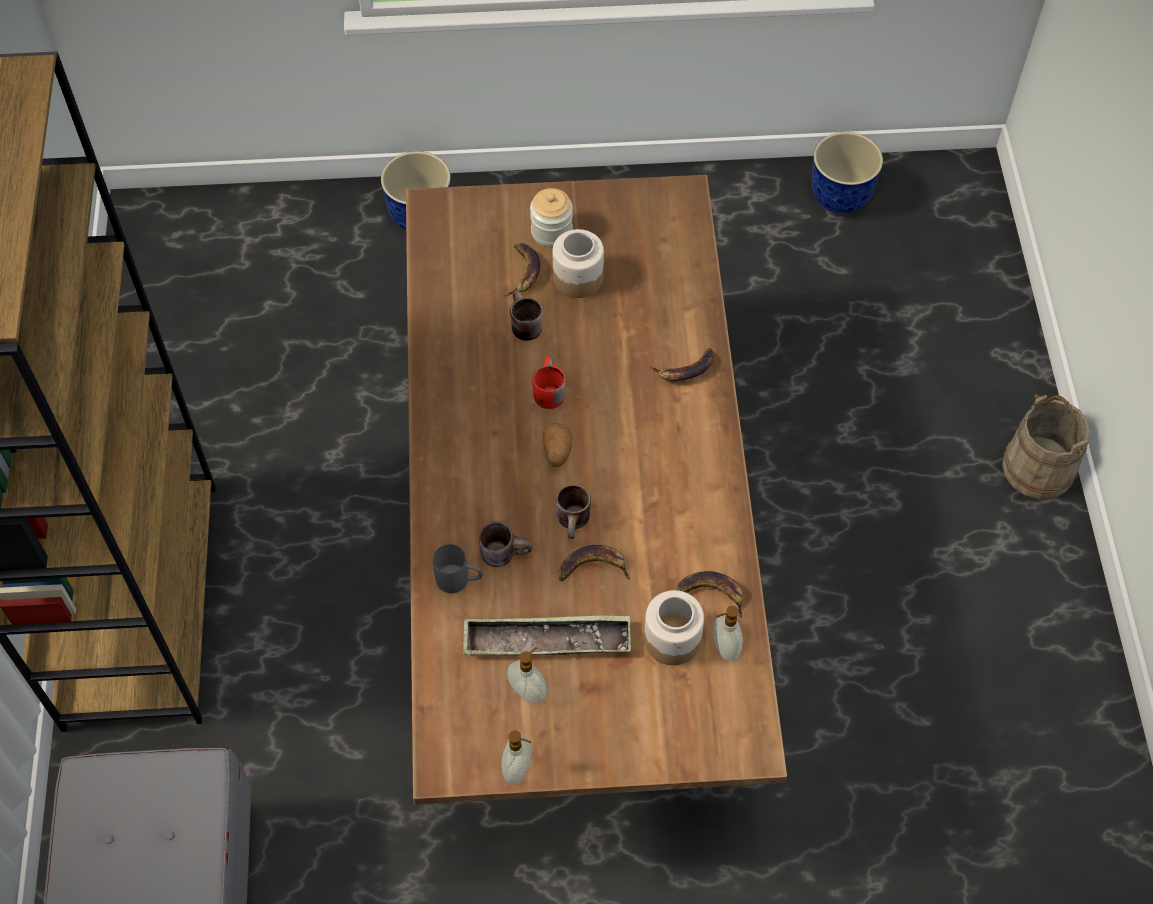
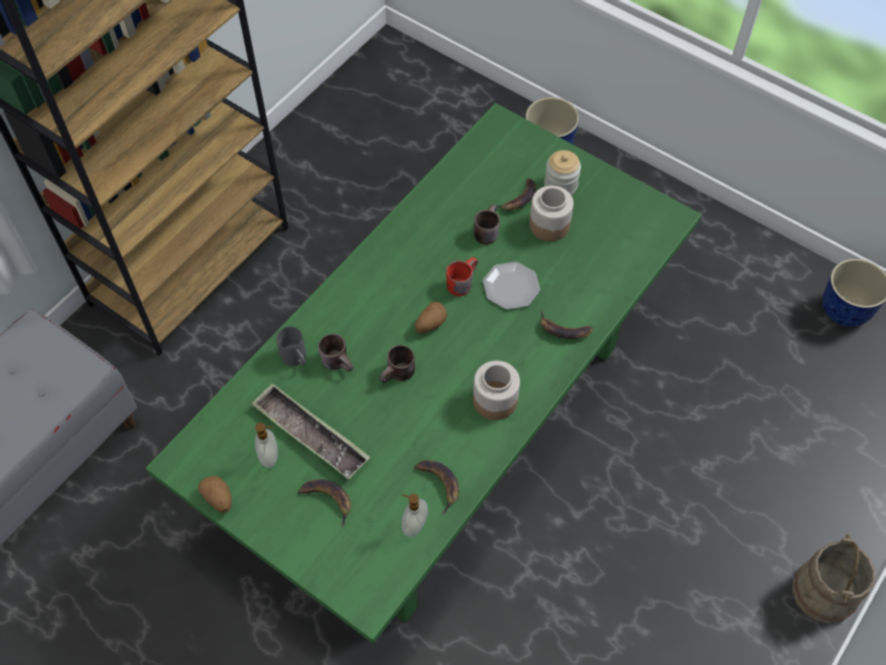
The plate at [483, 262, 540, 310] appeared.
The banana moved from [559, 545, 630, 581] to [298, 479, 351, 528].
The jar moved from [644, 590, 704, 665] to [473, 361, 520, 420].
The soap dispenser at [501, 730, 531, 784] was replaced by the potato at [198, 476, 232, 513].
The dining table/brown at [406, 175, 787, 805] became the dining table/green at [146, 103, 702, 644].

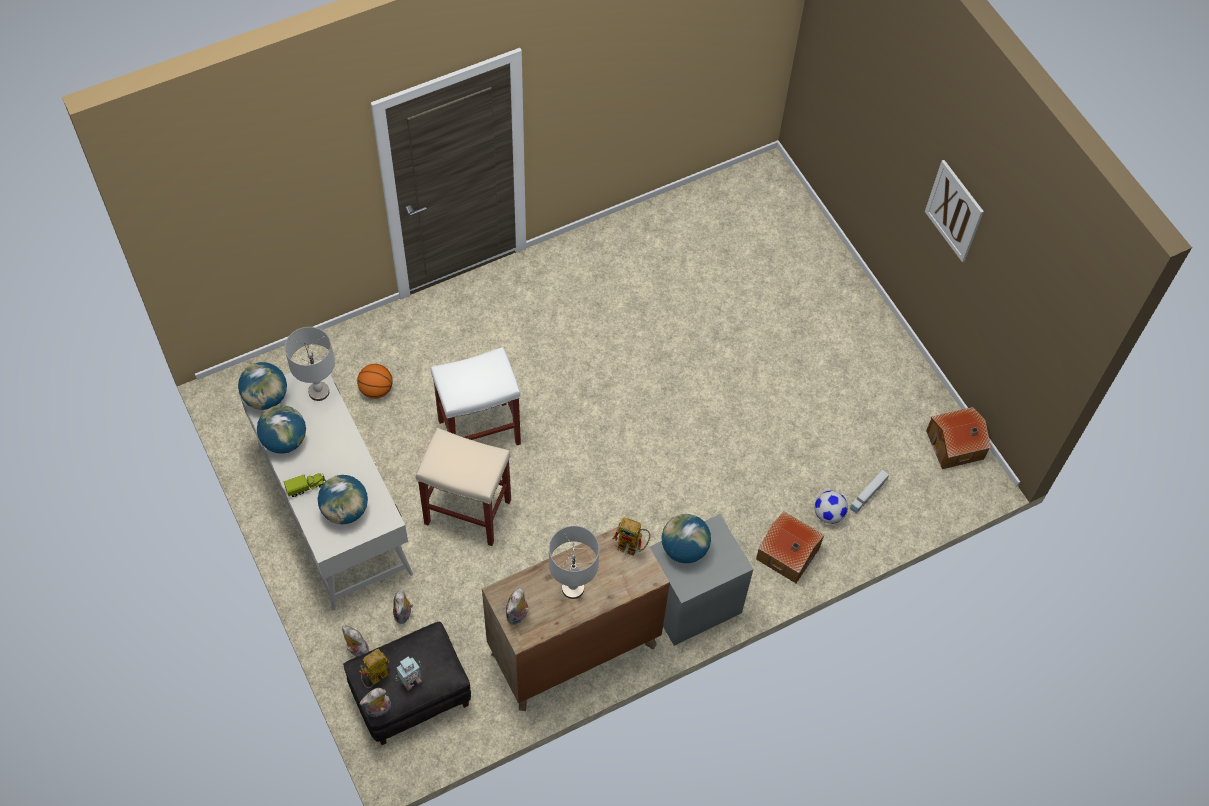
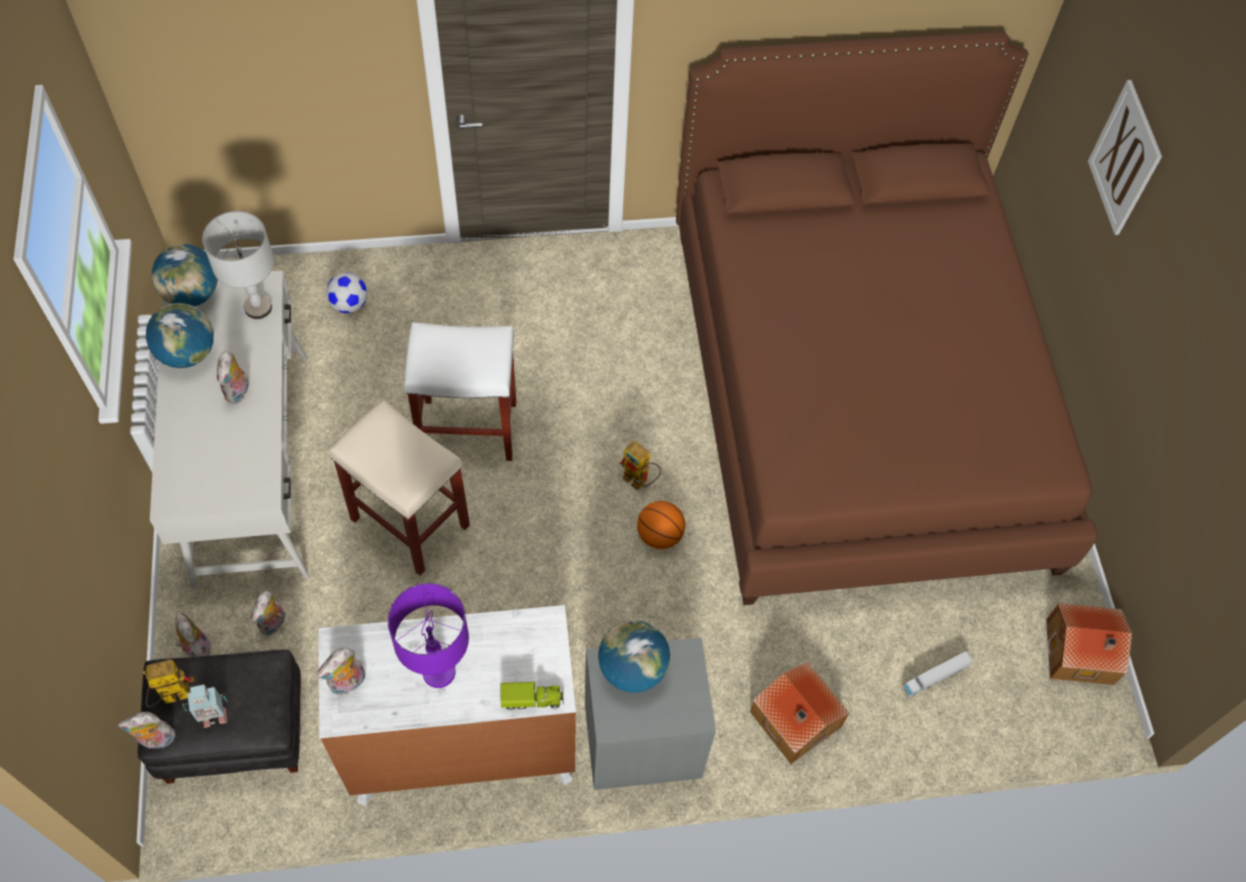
The globe at [318, 475, 368, 524] disappeared.
The plush toy at [217, 350, 249, 404] appeared.
The bed/brown at [676, 31, 1097, 605] appeared.
The toy truck moved from [284, 473, 326, 497] to [501, 682, 564, 710].
The basketball moved from [357, 364, 393, 399] to [637, 501, 685, 549].
The toy robot moved from [612, 517, 651, 556] to [619, 441, 661, 490].
The football moved from [814, 491, 848, 524] to [326, 273, 367, 313].
The picture moved from [925, 160, 984, 262] to [1088, 80, 1162, 235].
The dresser/brown at [482, 527, 670, 711] became the dresser/white at [318, 605, 576, 807].
The table lamp/grey at [549, 526, 599, 599] became the table lamp/purple at [388, 583, 469, 688].

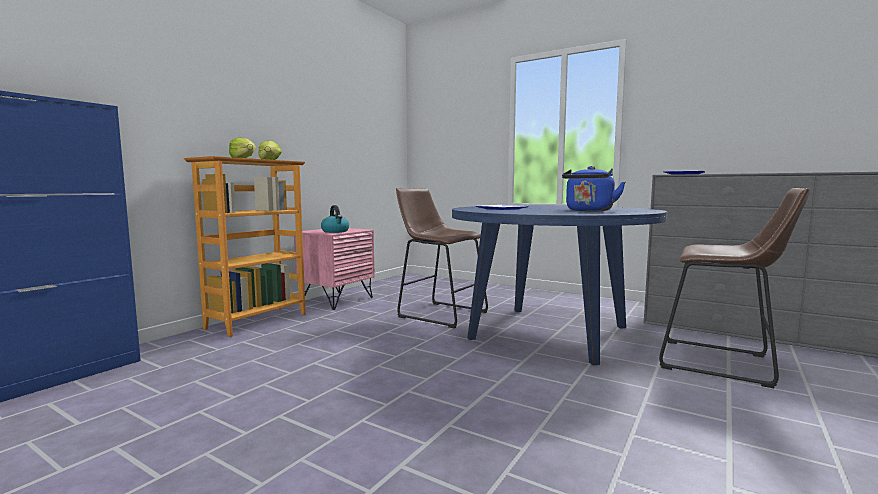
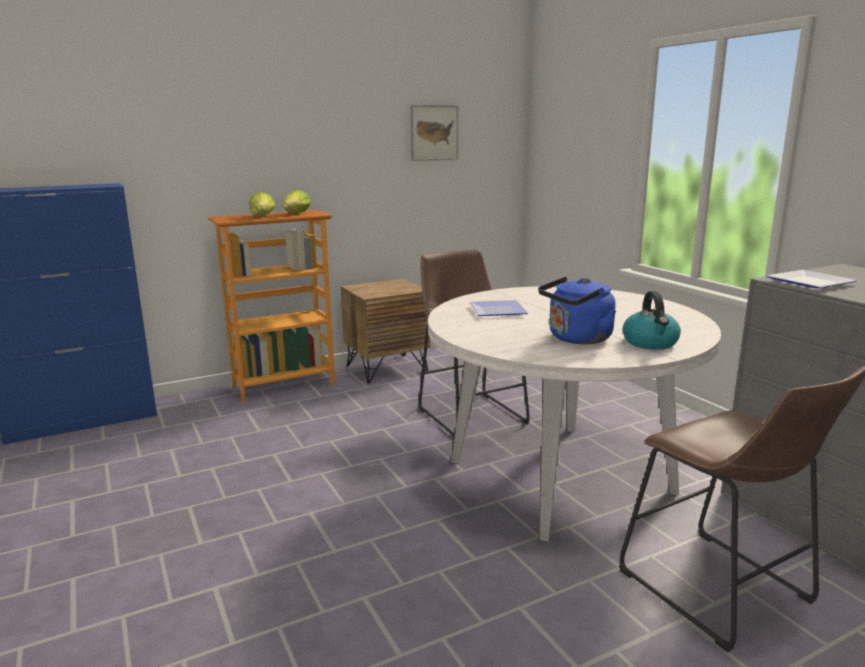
The picture at [410, 105, 458, 161] appeared.
The kettle moved from [321, 205, 349, 233] to [623, 291, 681, 350].
The nightstand/pink at [294, 228, 375, 310] became the nightstand/brown at [341, 279, 431, 383].
The dining table/blue at [452, 205, 667, 365] became the dining table/white at [428, 286, 721, 542].

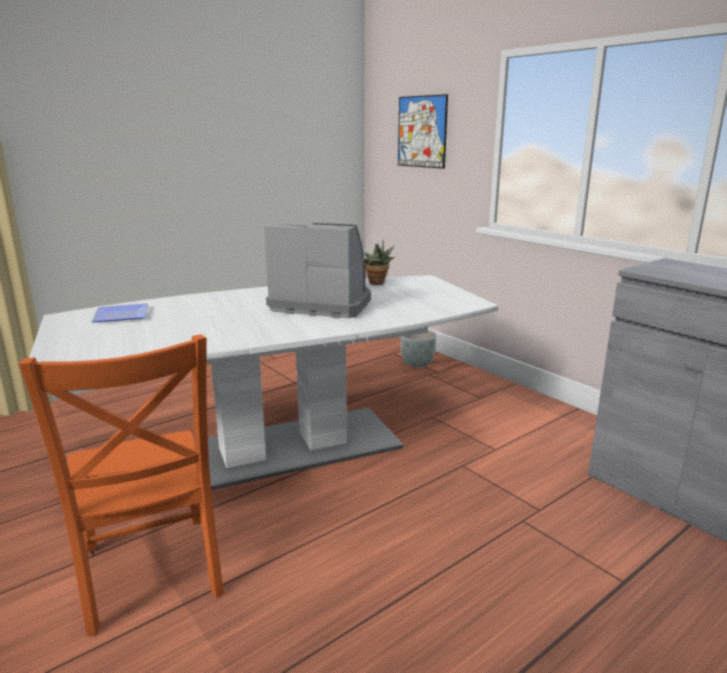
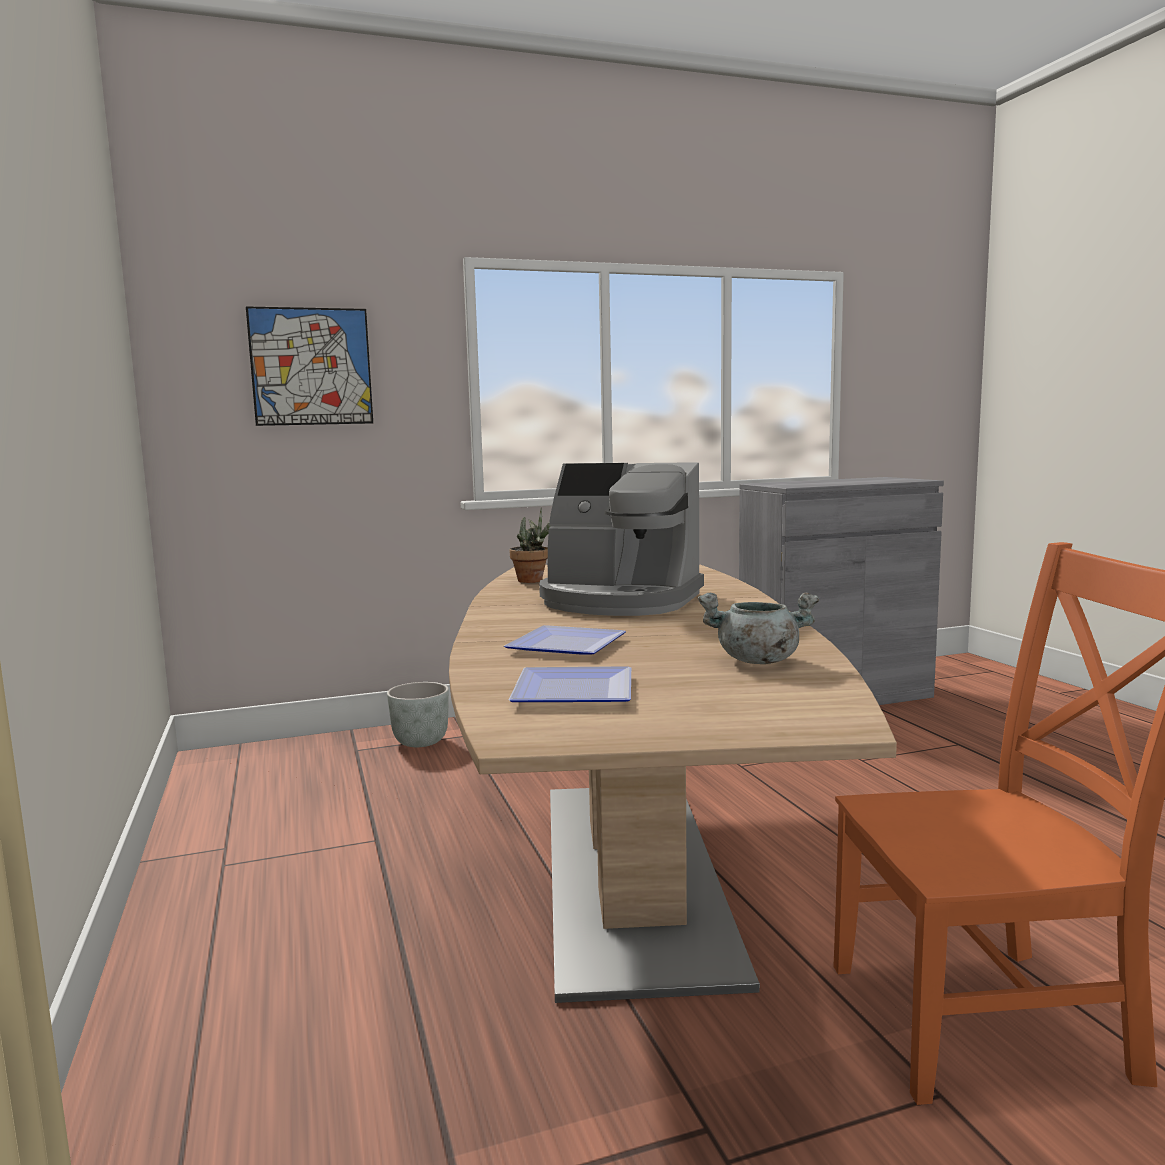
The plate at [504, 625, 626, 655] appeared.
The cooking pot/grey at [698, 593, 819, 664] appeared.
The dining table/white at [29, 275, 498, 490] became the dining table/brown at [449, 564, 897, 1003].
The coffee machine at [264, 223, 371, 318] turned 105 degrees counterclockwise.

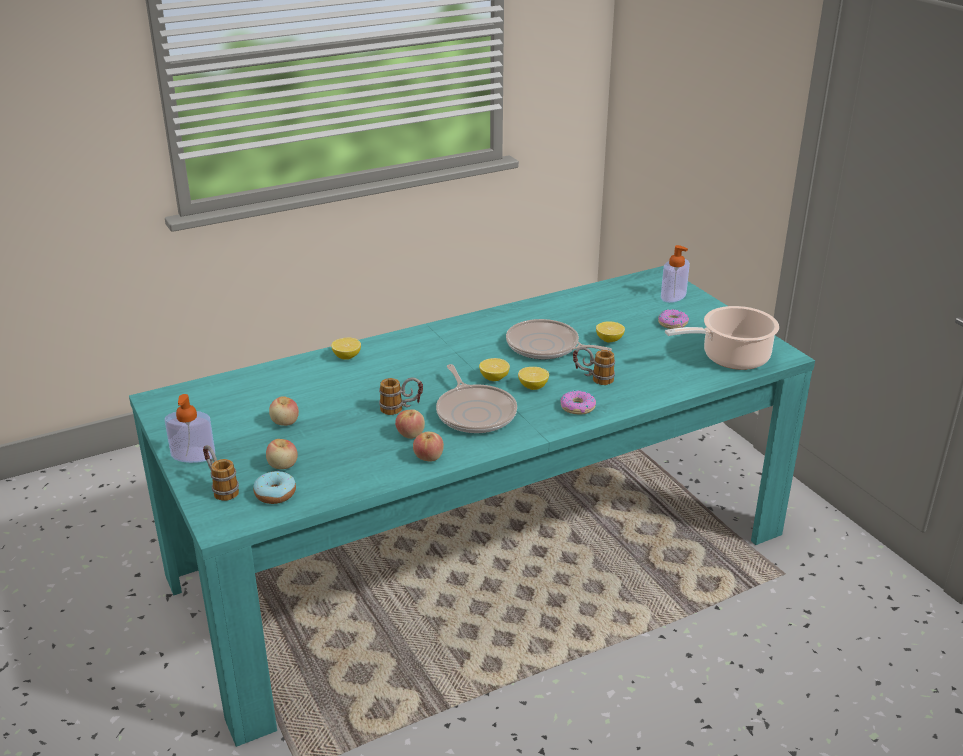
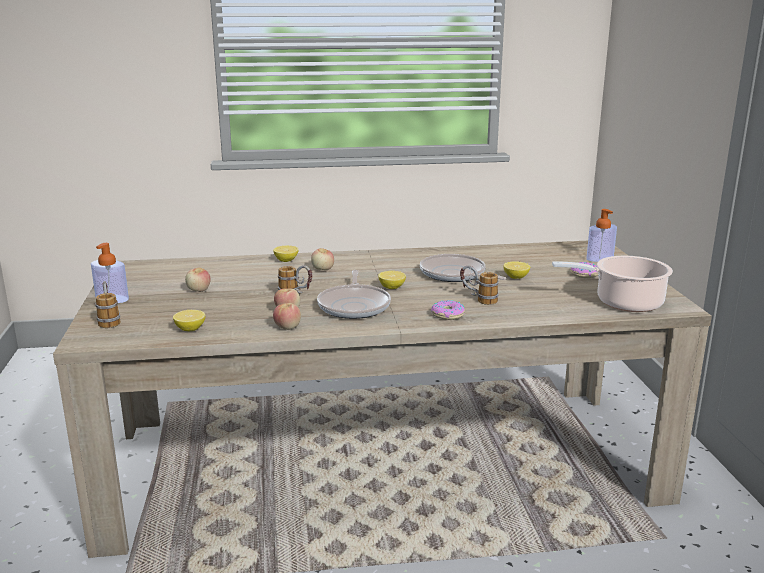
The donut at [253, 471, 296, 504] disappeared.
The apple moved from [266, 439, 298, 469] to [311, 248, 334, 270].
The lemon moved from [518, 367, 549, 390] to [173, 310, 205, 331].
The dining table/turquoise at [129, 266, 815, 747] became the dining table/beige at [53, 241, 712, 558].

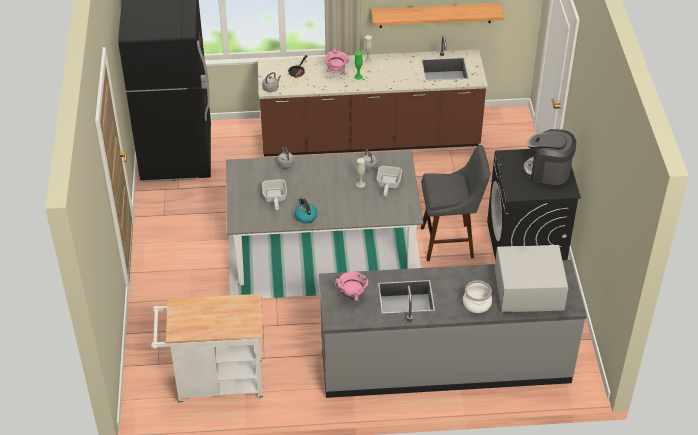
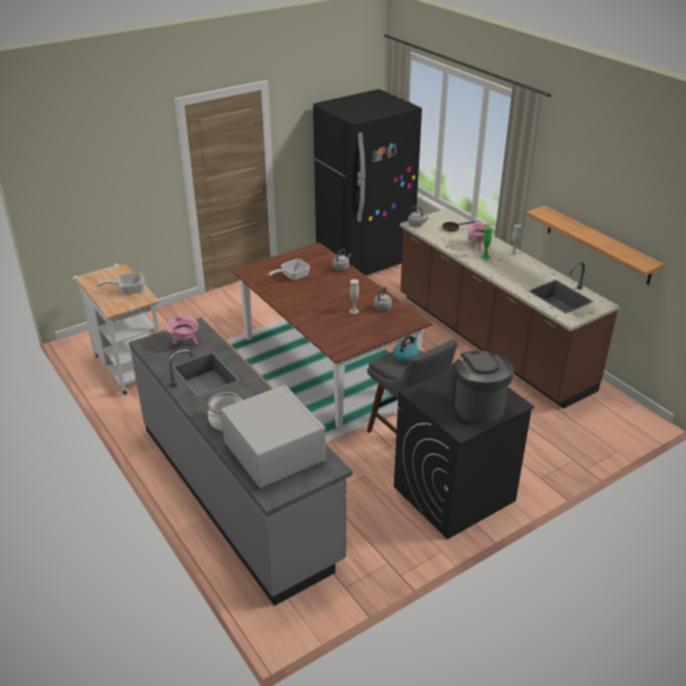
The kettle moved from [294, 198, 317, 223] to [393, 335, 420, 363].
The frying pan moved from [377, 166, 402, 196] to [97, 272, 145, 294].
The dining table/grey at [226, 150, 423, 285] became the dining table/brown at [231, 242, 432, 428].

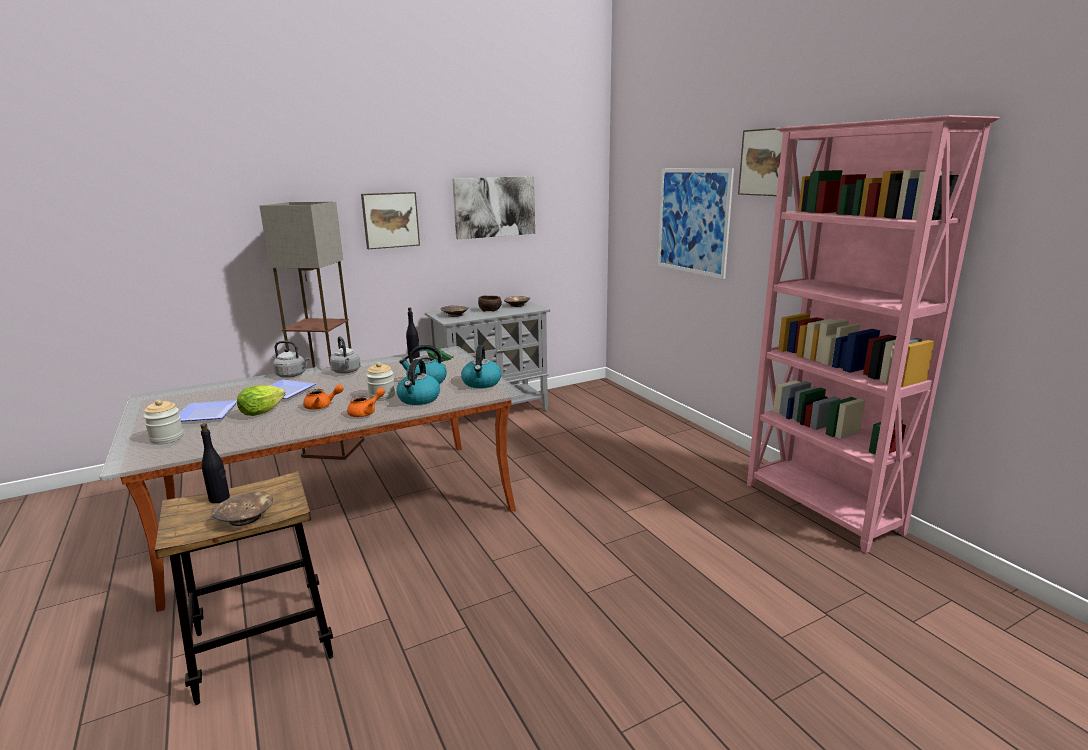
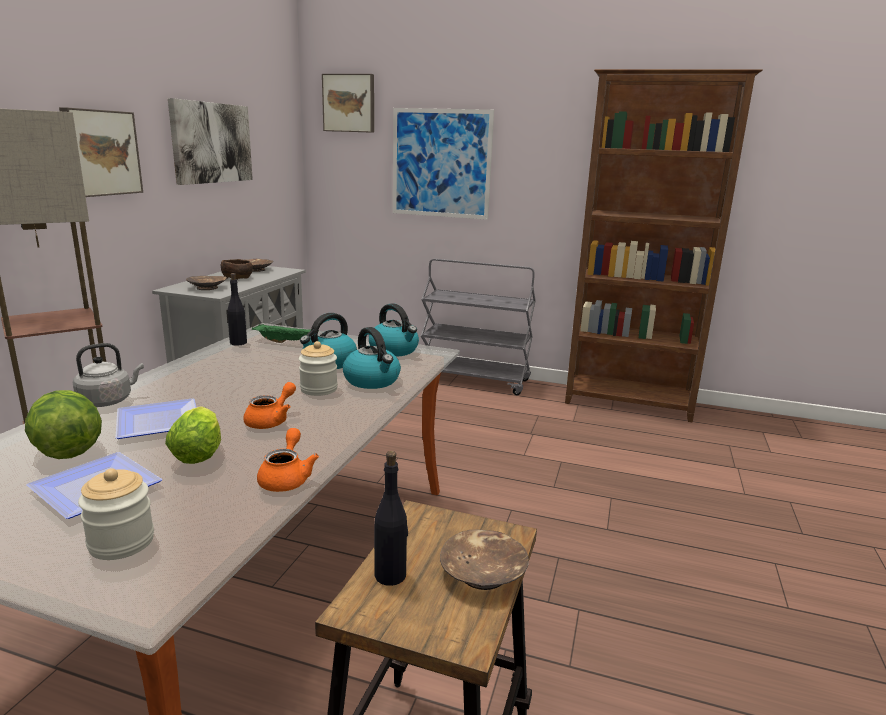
The kettle/grey at [330, 336, 361, 374] disappeared.
The lettuce at [25, 390, 102, 459] appeared.
The cart/grey at [421, 259, 536, 395] appeared.
The teapot/orange moved from [347, 388, 385, 417] to [257, 428, 319, 492].
The picture moved from [738, 128, 798, 197] to [322, 74, 374, 133].
The bookcase/pink at [747, 115, 1000, 553] became the bookcase/brown at [565, 69, 763, 422].

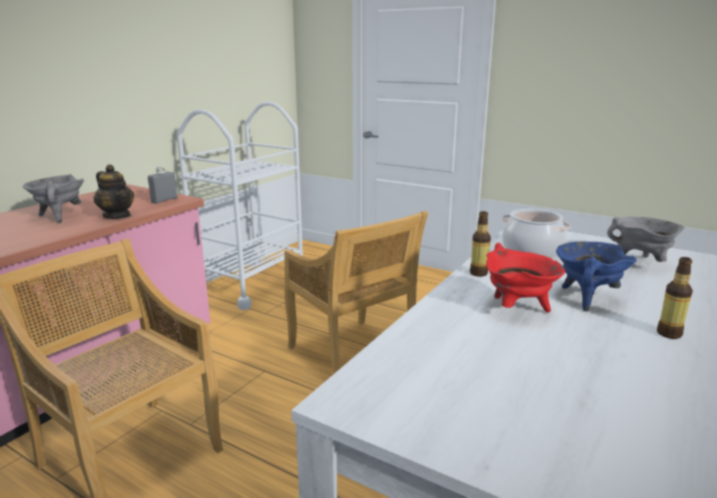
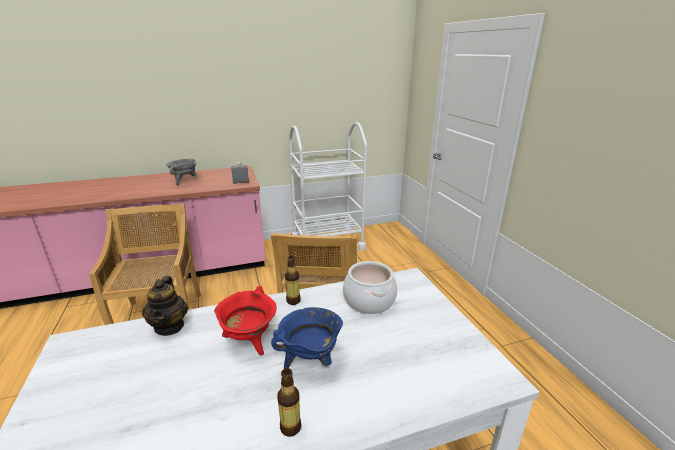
The cooking pot/grey at [607, 217, 685, 262] disappeared.
The teapot moved from [93, 164, 134, 219] to [142, 276, 188, 336].

